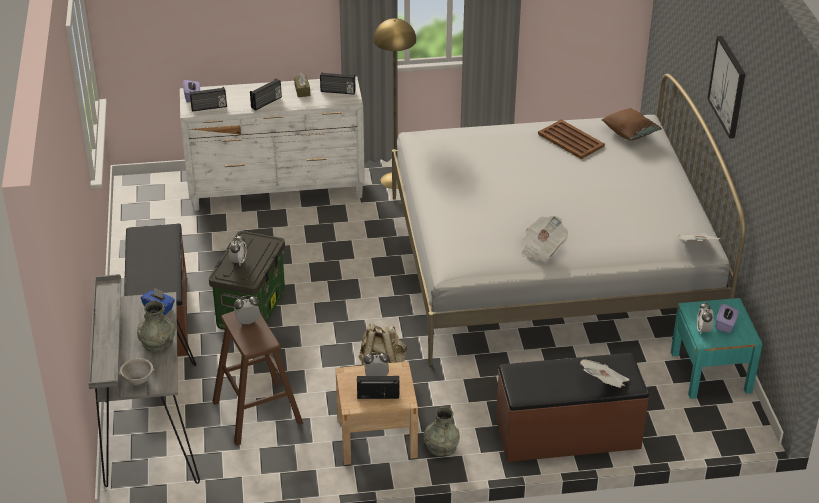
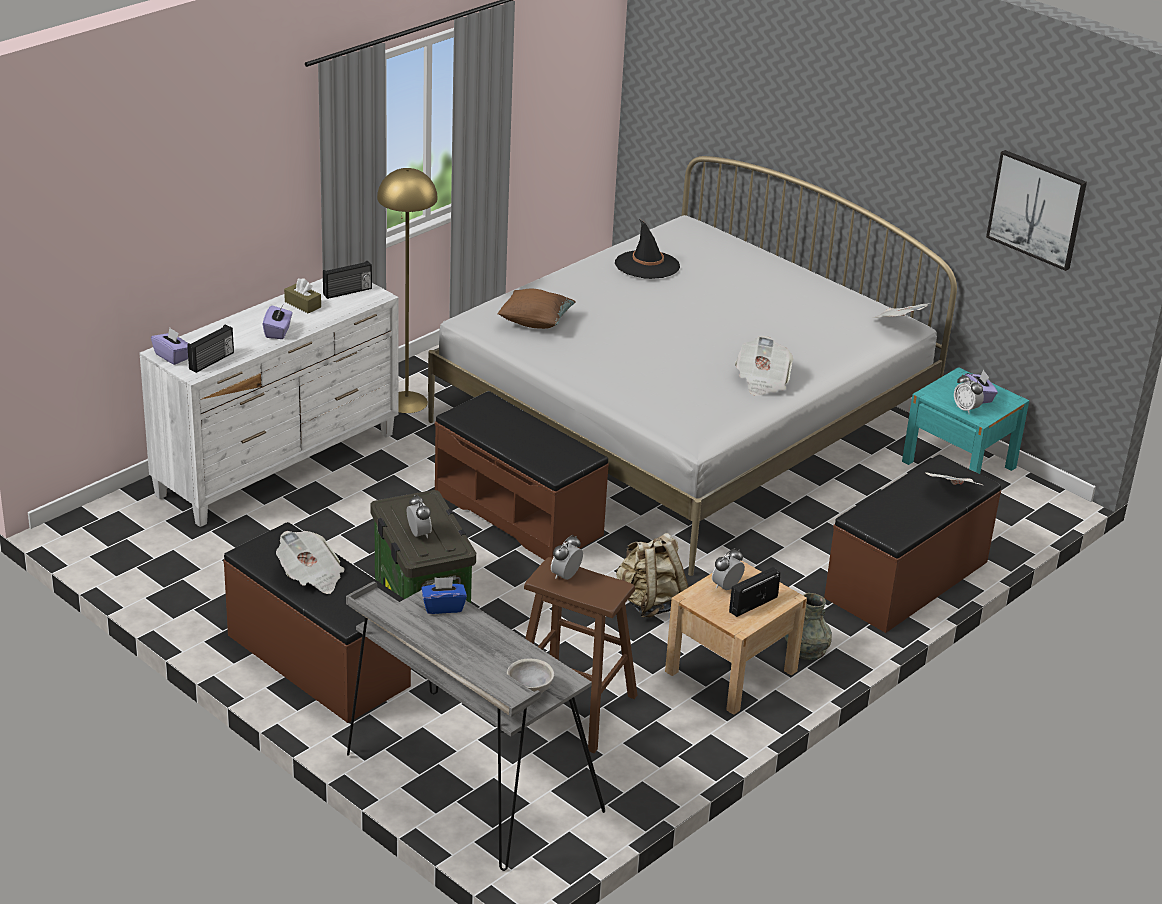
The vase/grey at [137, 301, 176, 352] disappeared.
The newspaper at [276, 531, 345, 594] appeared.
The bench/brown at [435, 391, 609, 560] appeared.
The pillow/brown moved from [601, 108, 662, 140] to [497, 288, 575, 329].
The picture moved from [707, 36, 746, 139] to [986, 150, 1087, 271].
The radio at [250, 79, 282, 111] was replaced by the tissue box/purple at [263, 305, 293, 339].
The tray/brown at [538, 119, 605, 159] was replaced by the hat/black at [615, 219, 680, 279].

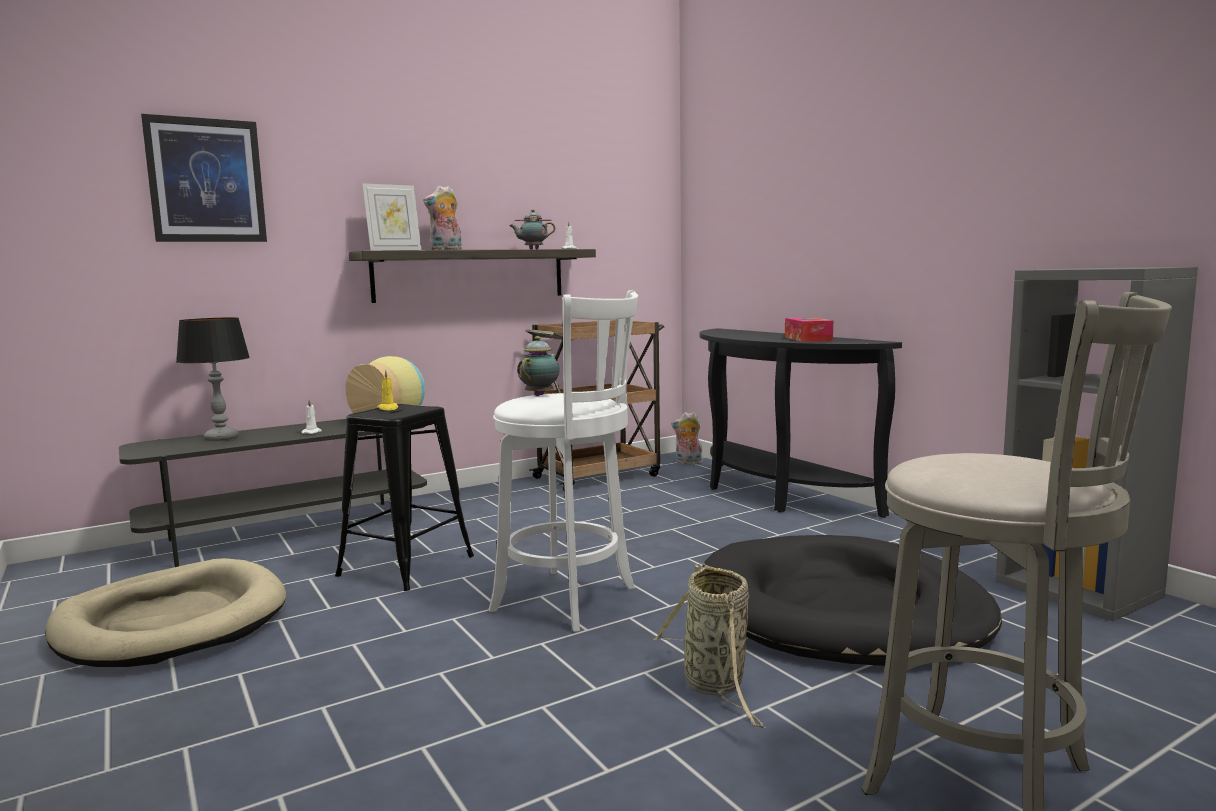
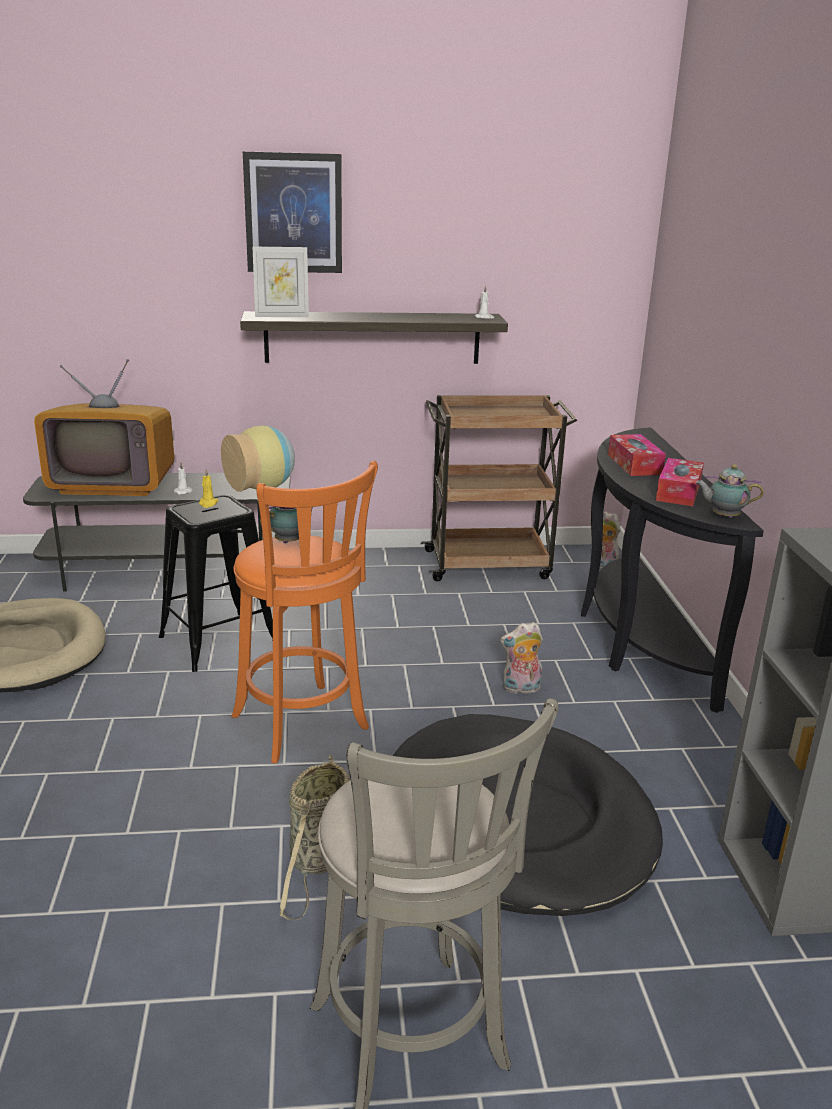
The tissue box at [608, 434, 666, 476] appeared.
The picture moved from [141, 114, 267, 242] to [243, 151, 342, 273].
The plush toy moved from [423, 186, 462, 250] to [500, 622, 543, 696].
The teapot moved from [509, 209, 555, 249] to [695, 464, 764, 518].
The table lamp at [176, 317, 250, 441] was replaced by the television at [34, 359, 174, 496].
The stool/white at [489, 290, 638, 632] became the stool/orange at [231, 461, 378, 764].

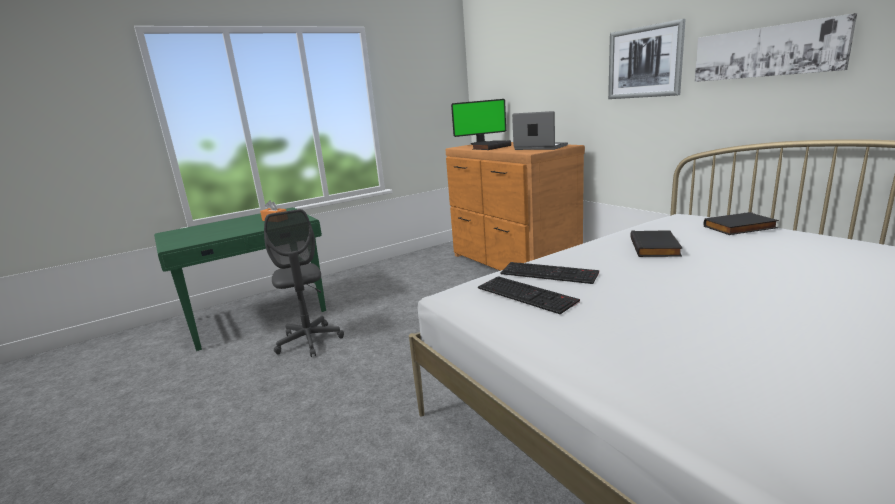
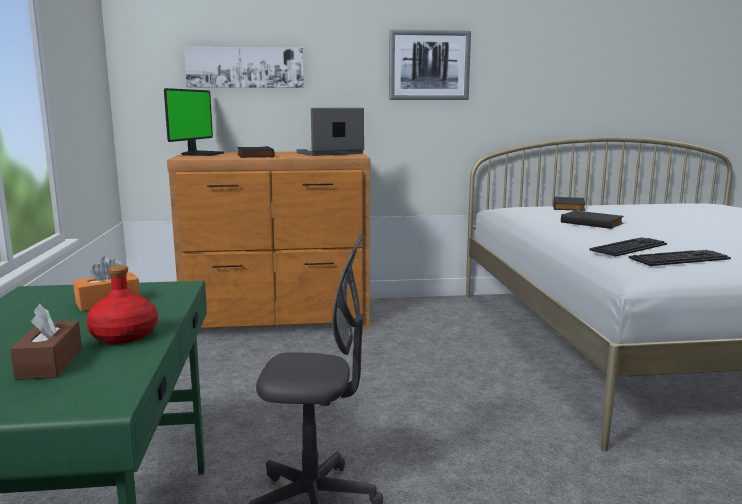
The tissue box/brown at [10, 304, 82, 380] appeared.
The bottle/red at [86, 265, 158, 344] appeared.
The picture moved from [695, 13, 857, 82] to [184, 47, 304, 88].

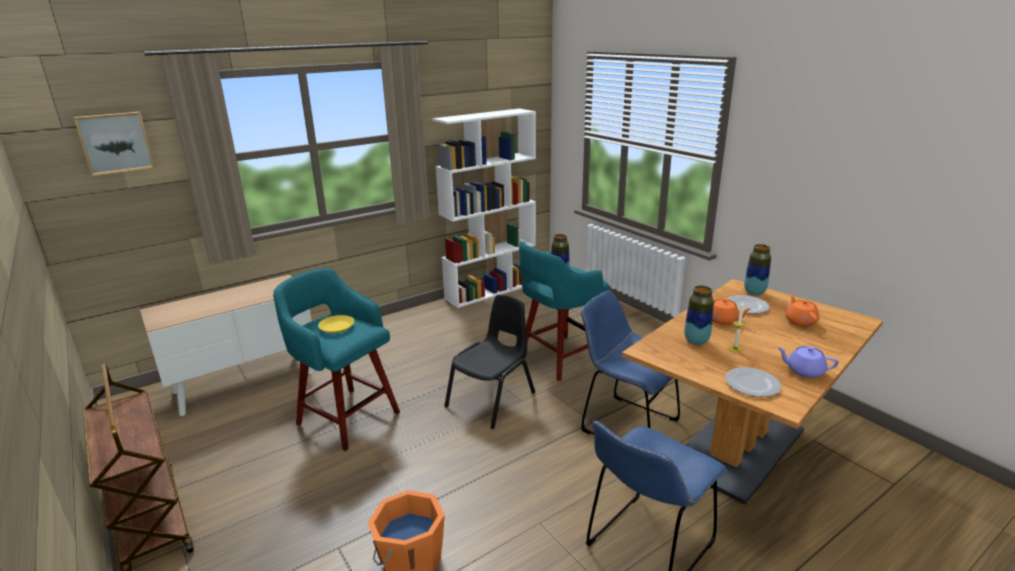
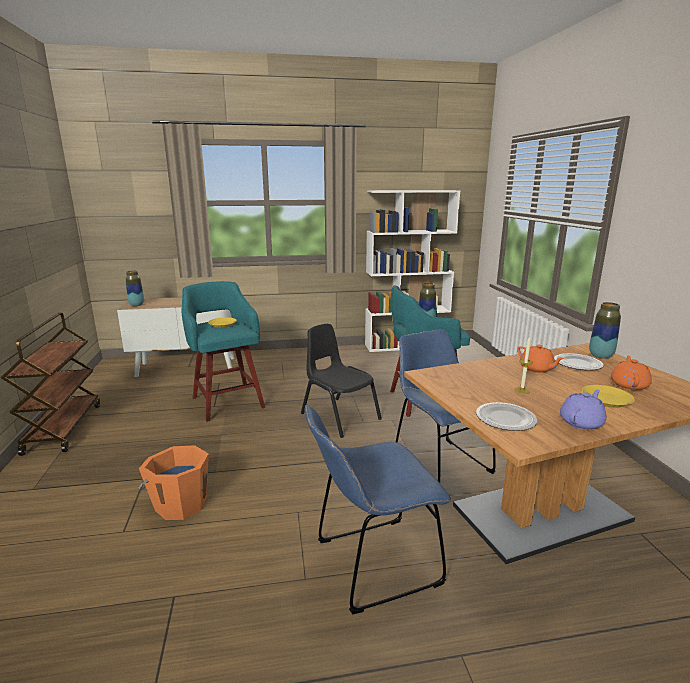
The picture at [74, 112, 155, 176] disappeared.
The plate/yellow at [582, 385, 635, 408] appeared.
The vase moved from [684, 286, 714, 345] to [126, 271, 144, 306].
The chair/black at [444, 295, 535, 429] turned 105 degrees counterclockwise.
The teapot/purple at [776, 346, 839, 378] turned 90 degrees clockwise.

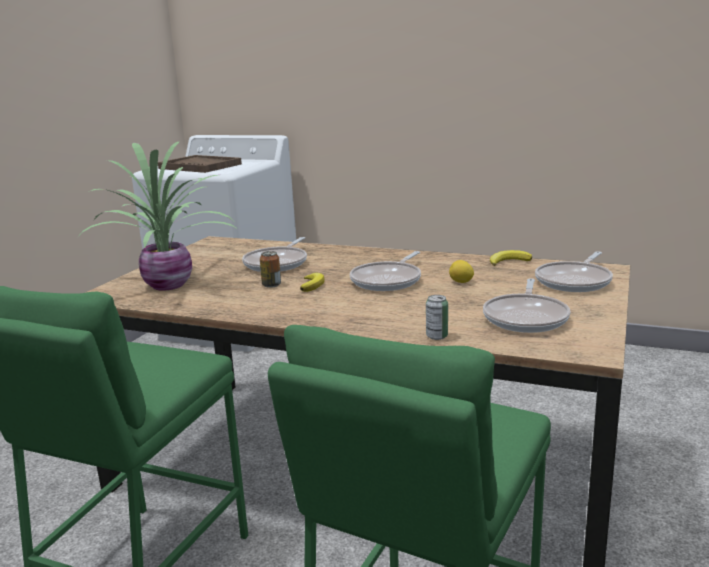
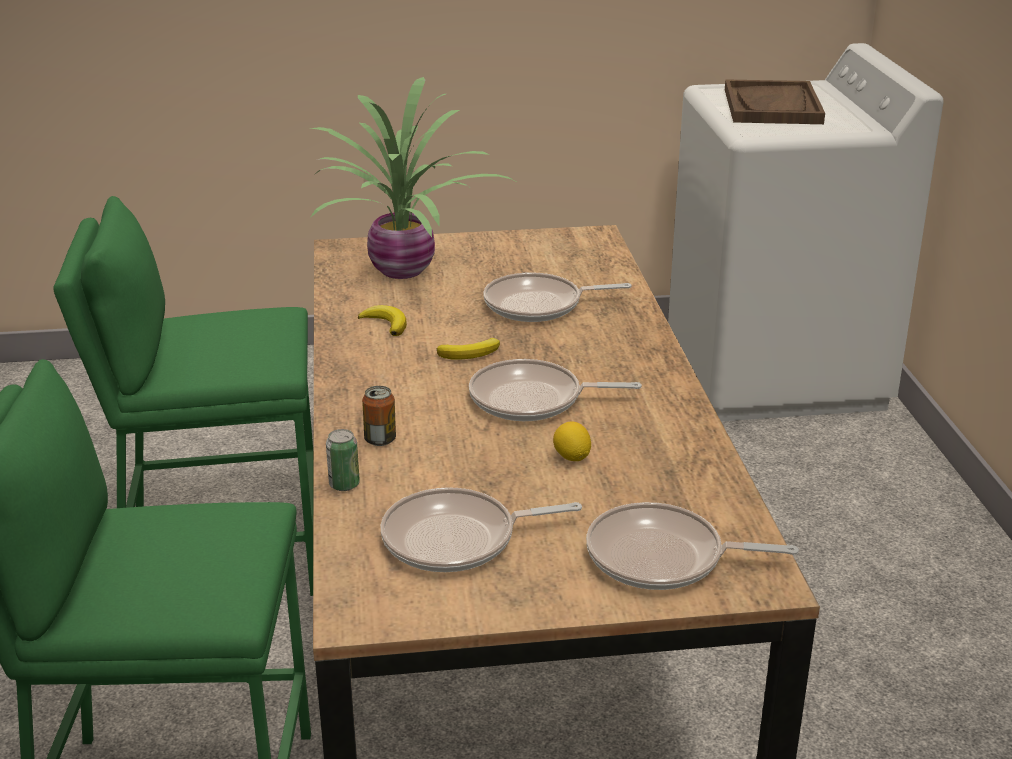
The can moved from [260, 251, 281, 288] to [362, 386, 396, 446].
The banana moved from [490, 250, 532, 266] to [358, 305, 407, 336].

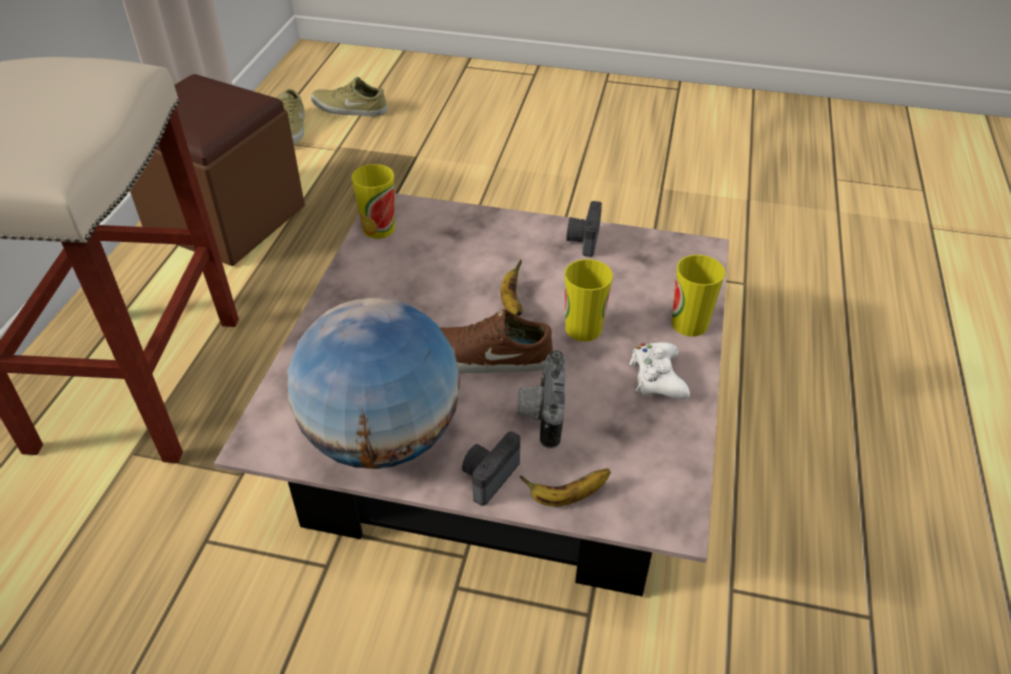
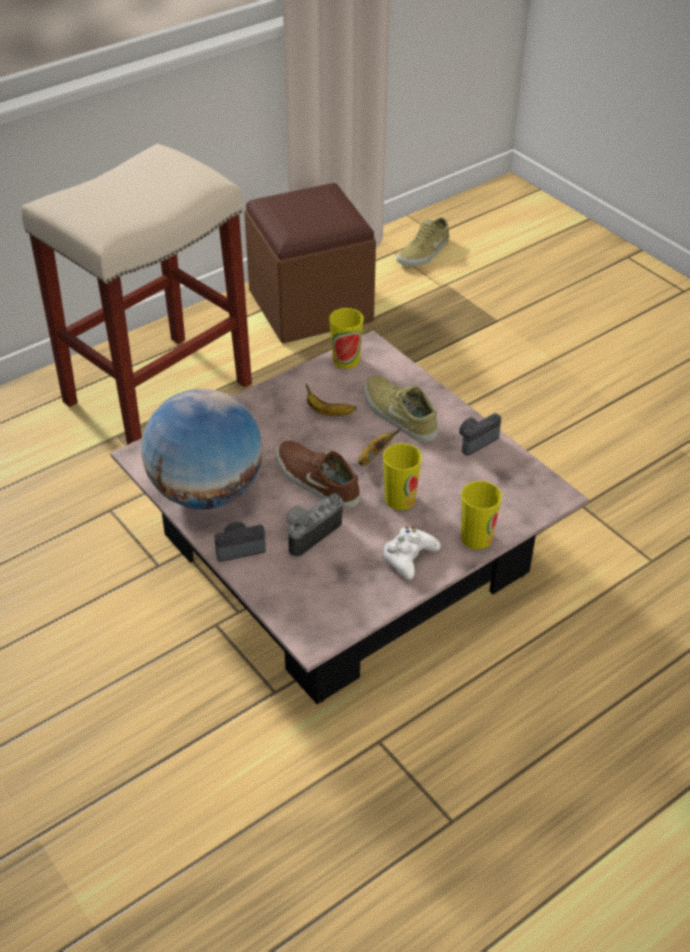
The shoe/beige moved from [311, 77, 388, 116] to [363, 375, 438, 442].
The banana moved from [520, 469, 611, 506] to [306, 384, 356, 416].

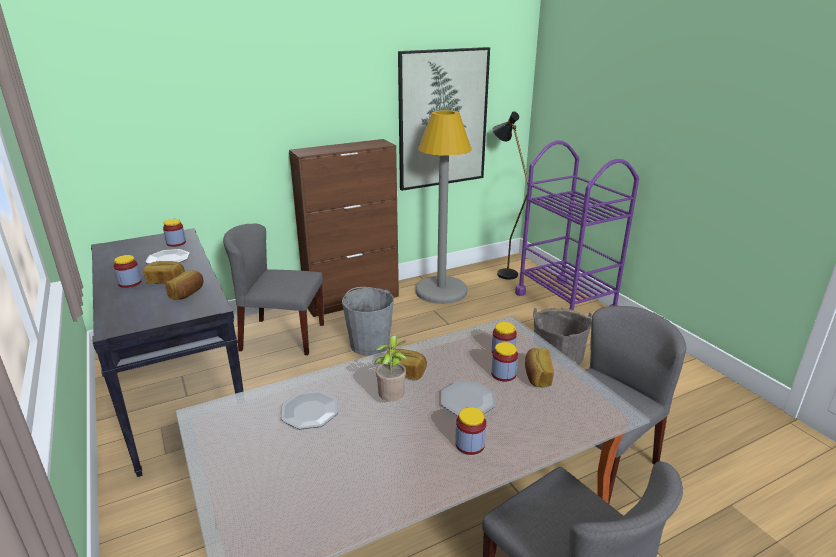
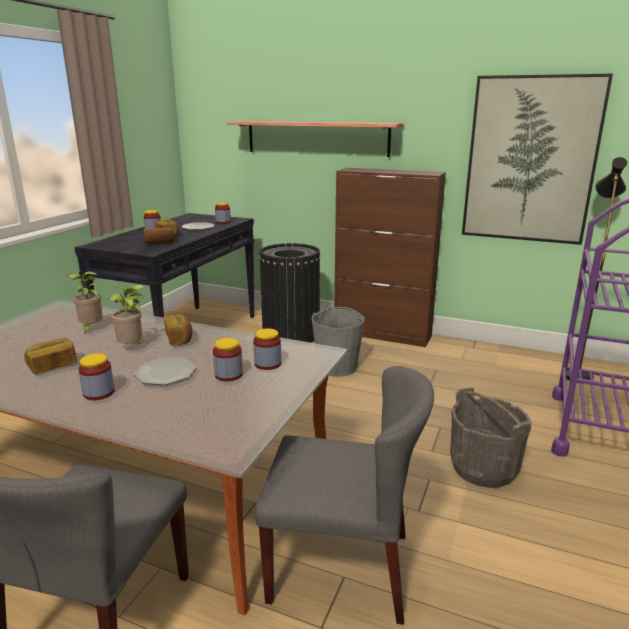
The floor lamp/grey at [416, 110, 472, 304] disappeared.
The shelf at [227, 121, 404, 157] appeared.
The bread moved from [525, 348, 554, 387] to [24, 338, 77, 374].
The chair/grey at [223, 224, 324, 355] was replaced by the trash can/black at [259, 243, 320, 343].
The plate at [281, 391, 338, 429] was replaced by the potted plant at [67, 271, 103, 334].

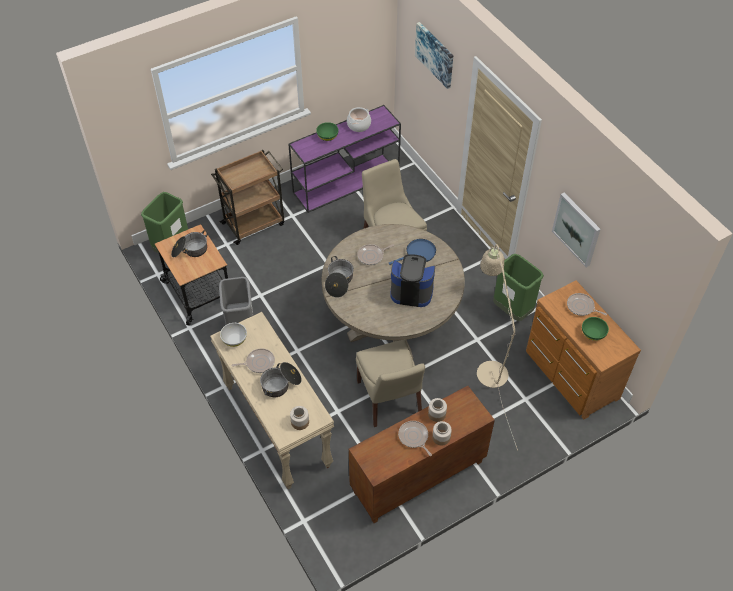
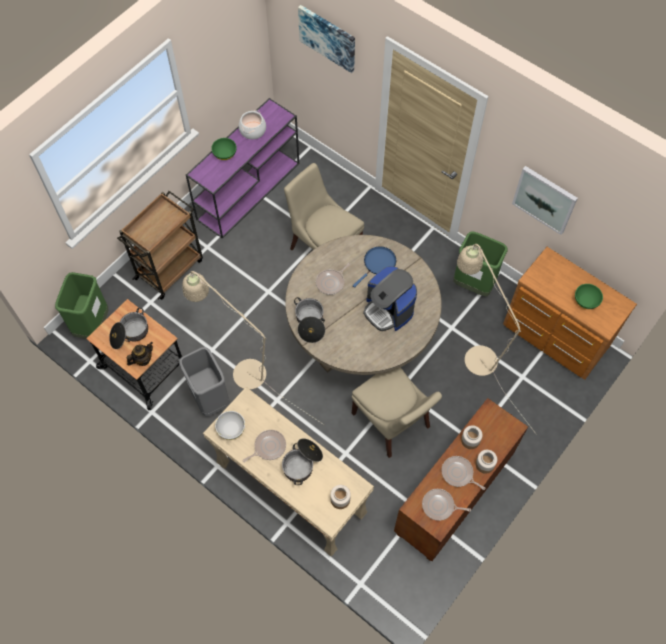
The teapot at [127, 342, 153, 366] appeared.
The floor lamp/beige at [182, 271, 324, 425] appeared.
The frying pan moved from [567, 293, 607, 316] to [422, 489, 471, 521].
The coffee machine at [390, 254, 435, 307] turned 120 degrees counterclockwise.

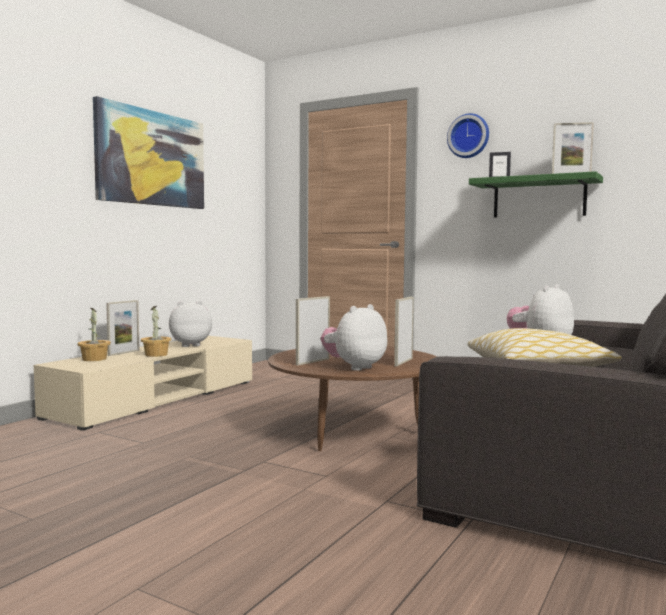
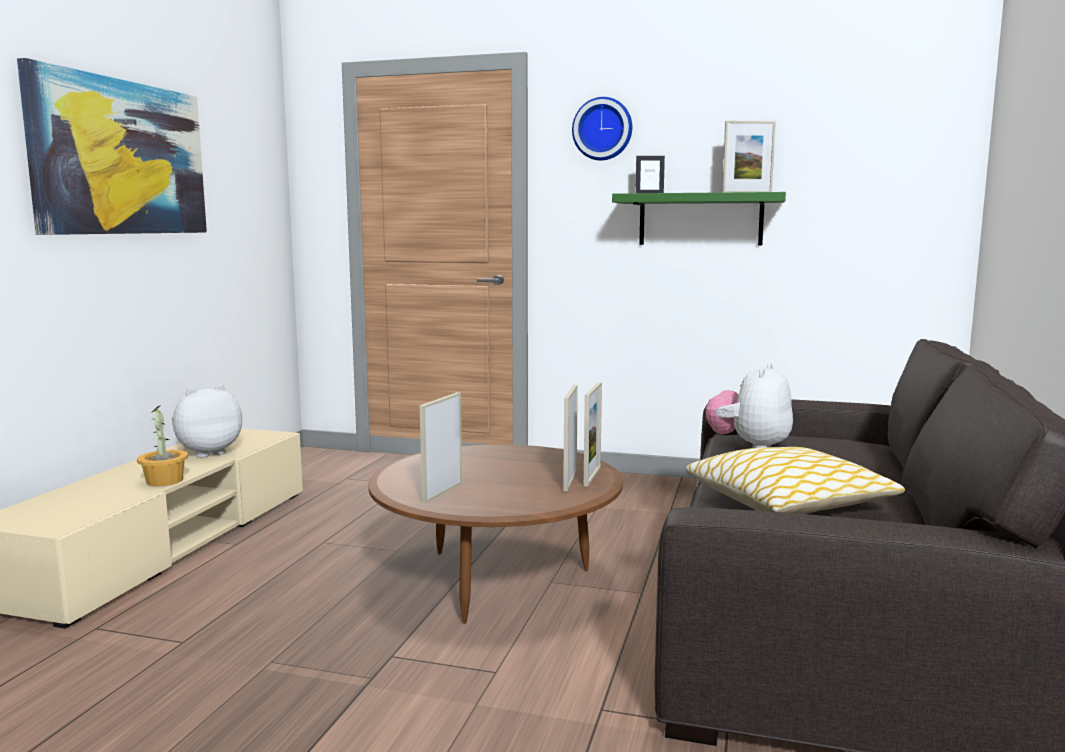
The potted plant at [77, 308, 111, 361] disappeared.
The plush toy at [321, 304, 387, 371] disappeared.
The picture frame moved from [106, 300, 140, 356] to [584, 382, 602, 487].

